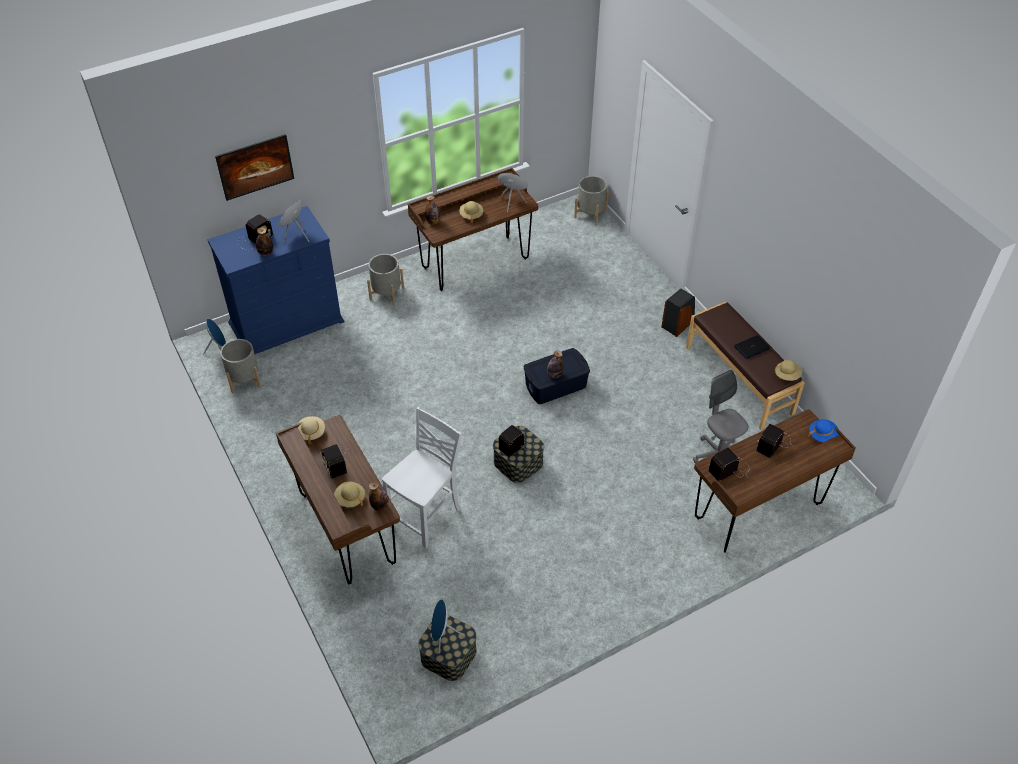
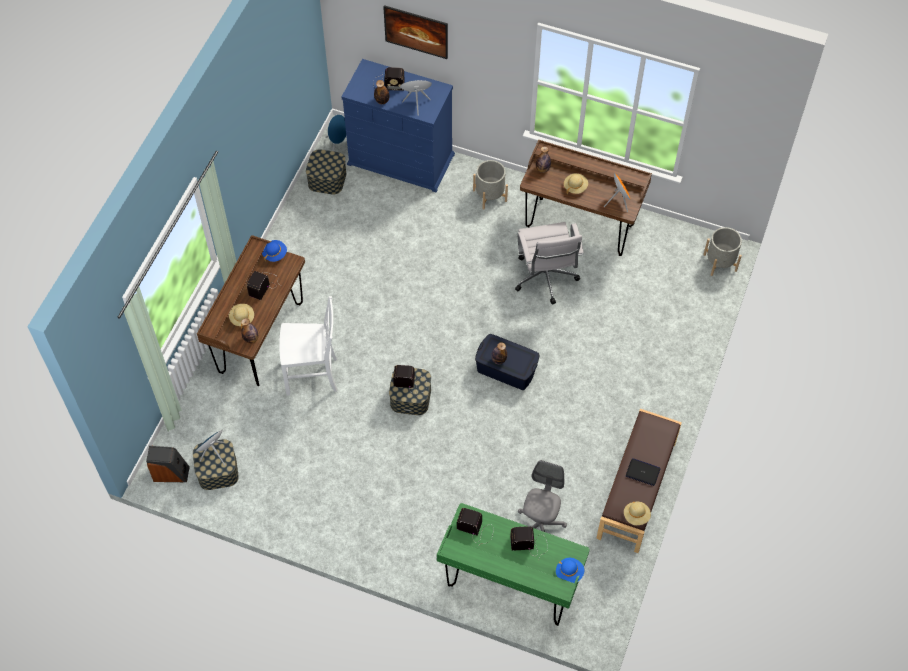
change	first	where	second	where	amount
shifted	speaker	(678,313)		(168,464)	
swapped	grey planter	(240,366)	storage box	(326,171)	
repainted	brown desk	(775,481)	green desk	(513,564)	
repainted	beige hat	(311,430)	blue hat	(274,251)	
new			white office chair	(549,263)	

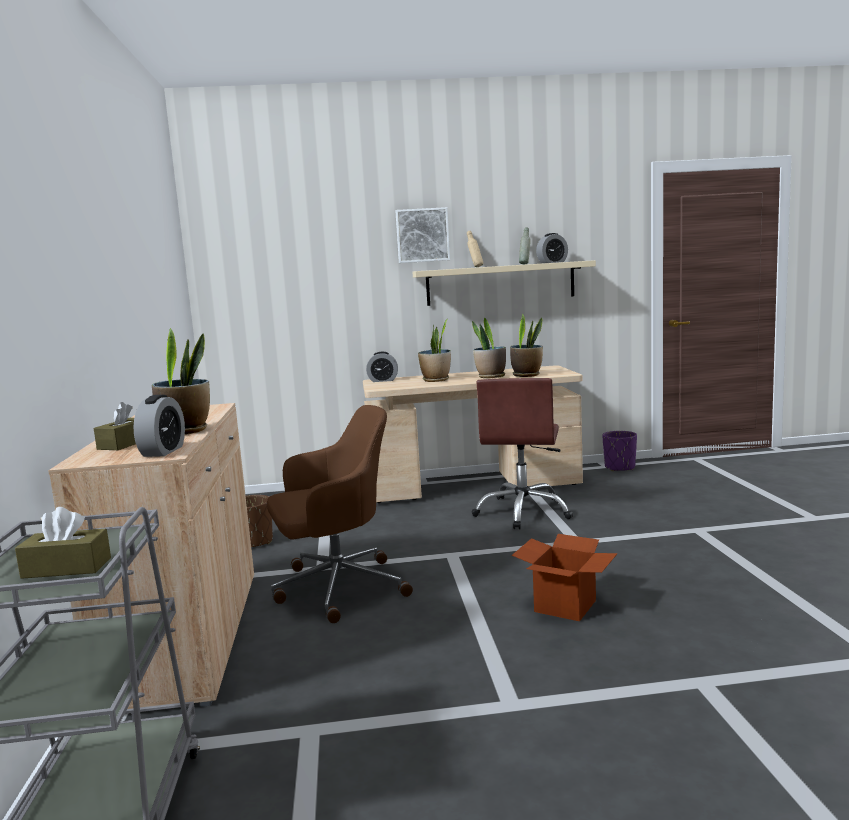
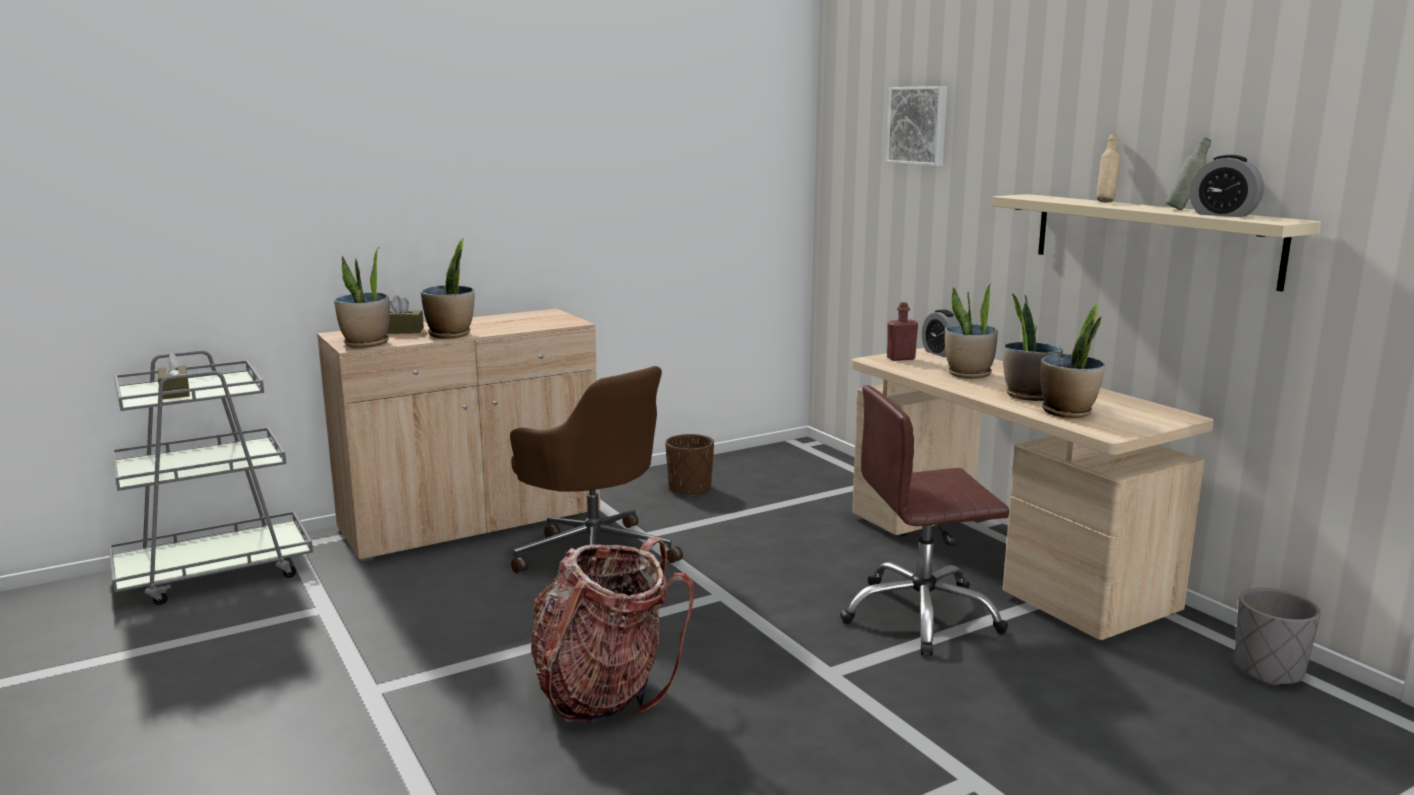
change	first	where	second	where	amount
shifted	picture	(422,235)		(916,126)	
swapped	alarm clock	(159,426)	potted plant	(362,297)	
repainted	purple planter	(619,451)	grey planter	(1277,637)	
swapped	cardboard box	(565,577)	backpack	(612,630)	
new			red bottle	(902,331)	

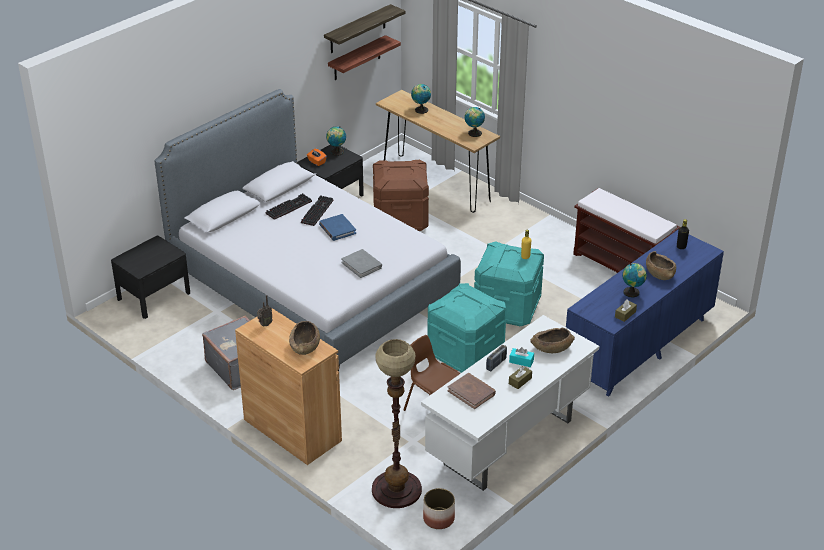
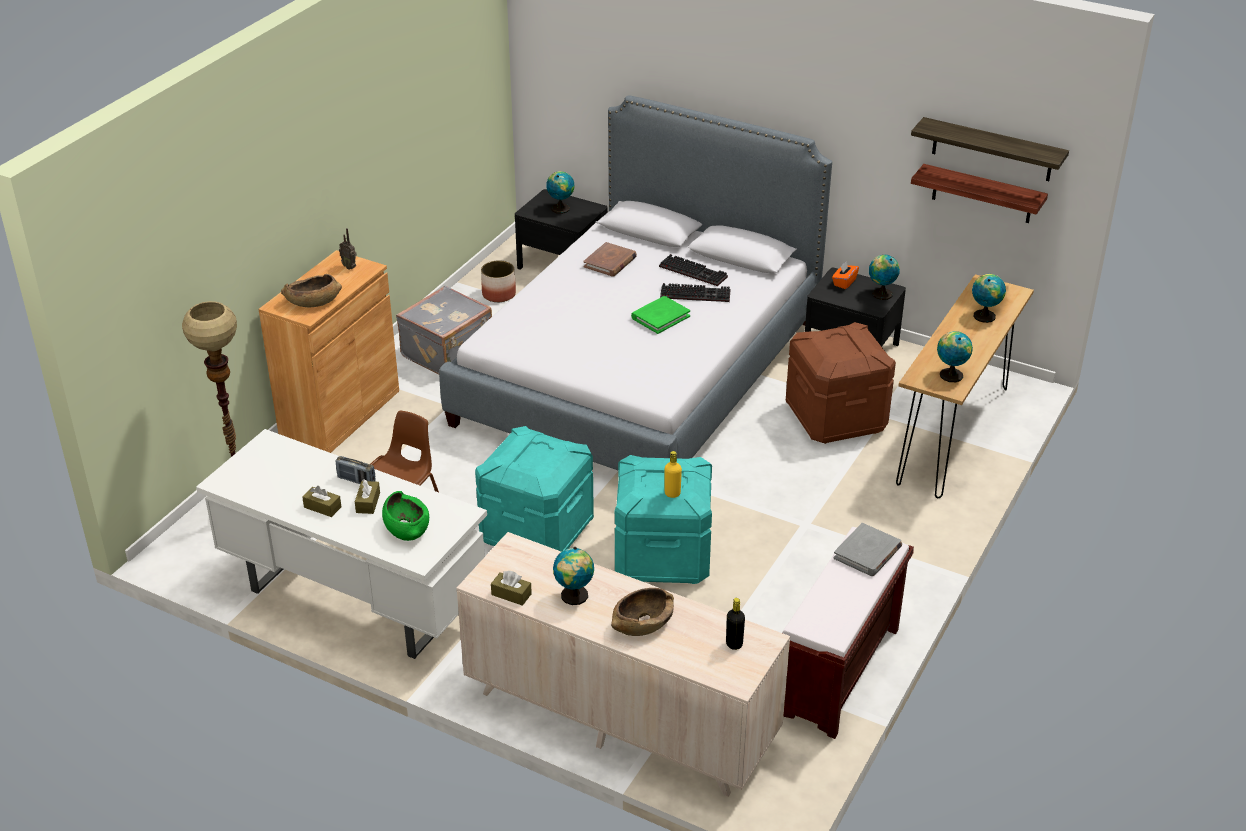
change	first	where	second	where	amount
repainted	blue book	(337,227)	green book	(660,315)	
repainted	blue dresser	(645,313)	beige dresser	(623,664)	
shifted	grey book	(361,263)		(867,549)	
repainted	brown bowl	(552,340)	green bowl	(405,516)	
repainted	turquoise tissue box	(521,357)	brown tissue box	(367,496)	
shifted	brown book	(471,391)		(610,259)	
shifted	planter	(439,508)		(498,281)	
new			globe	(560,192)	

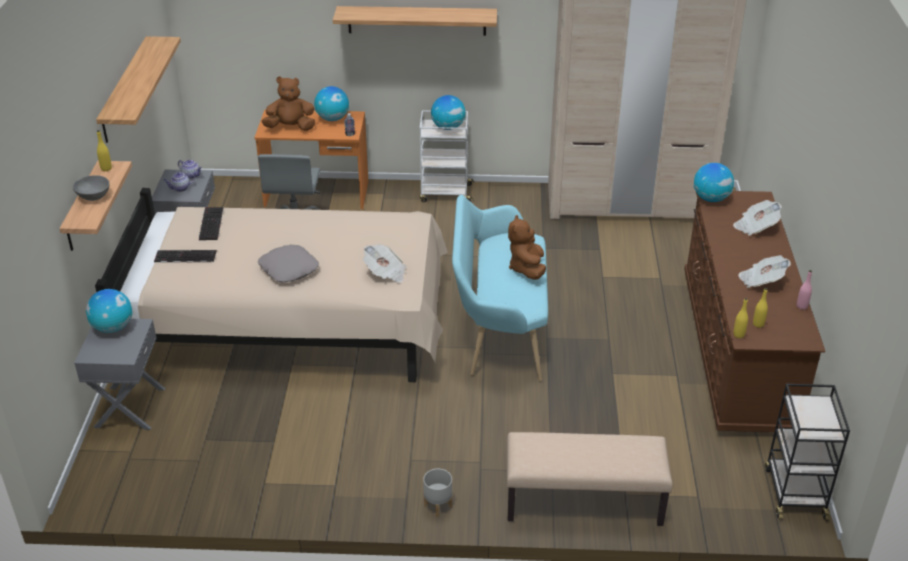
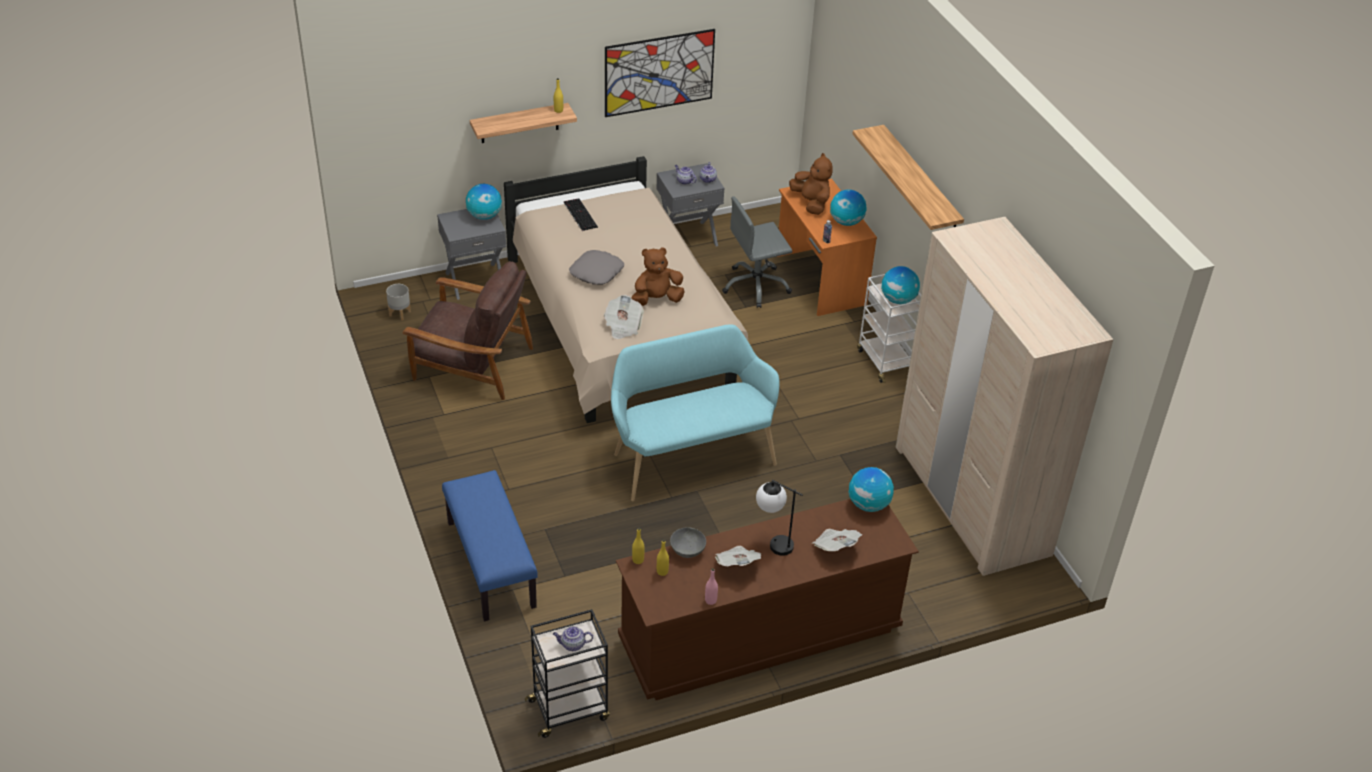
change	first	where	second	where	amount
swapped	shelf	(138,89)	picture	(660,73)	
shifted	grey bowl	(91,188)		(688,542)	
gone	keyboard	(211,224)			
shifted	brown plush toy	(527,247)		(658,276)	
repainted	beige bench	(590,479)	blue bench	(490,545)	
shifted	grey planter	(437,493)		(398,302)	
new			brown armchair	(467,330)	
new			table lamp	(779,518)	
new			teapot	(573,638)	

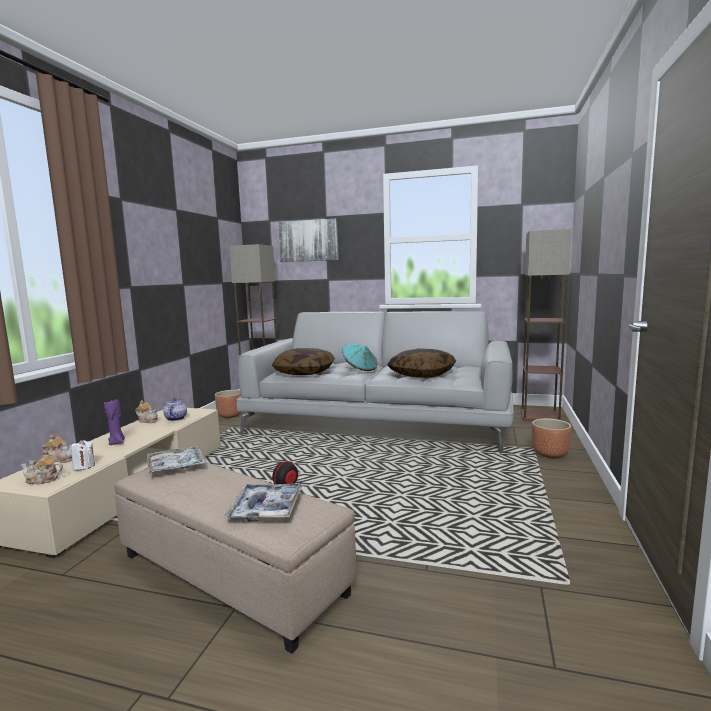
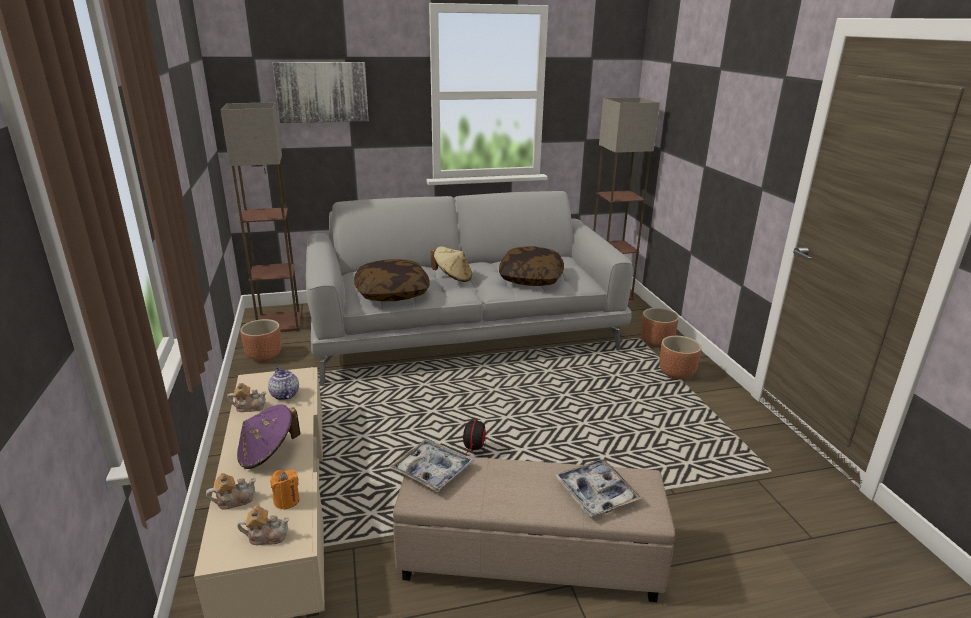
change	first	where	second	where	amount
repainted	turquoise hat	(359,357)	beige hat	(451,264)	
swapped	purple candle	(114,422)	purple hat	(268,436)	
repainted	white candle	(82,455)	orange candle	(284,490)	
rotated	teapot	(42,467)		(263,525)	150 degrees counterclockwise
new			brown planter	(680,357)	

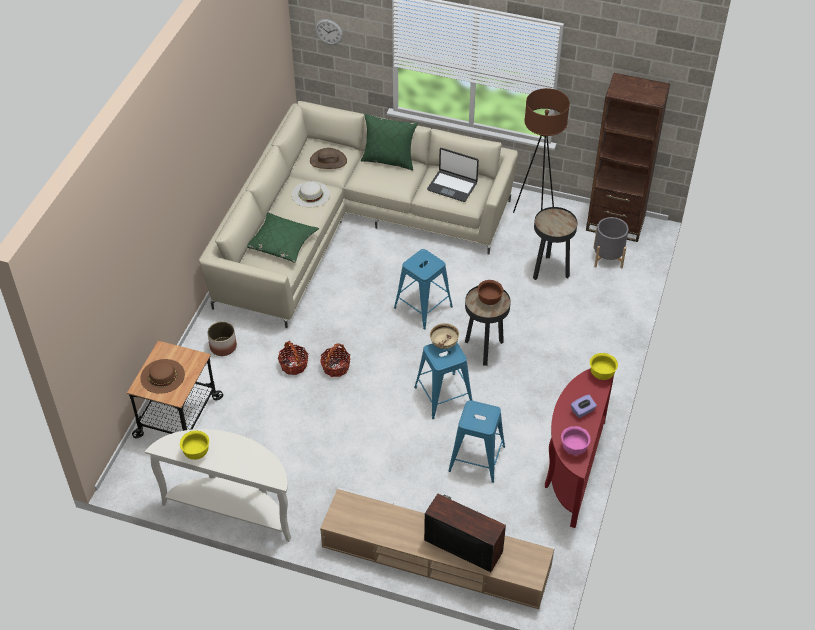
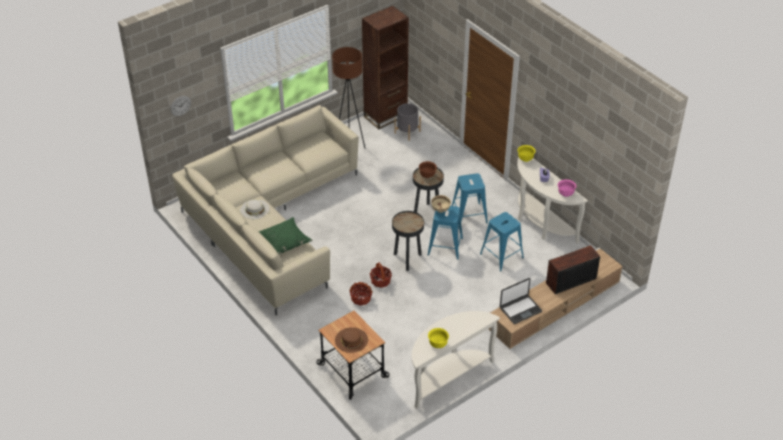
change	first	where	second	where	amount
gone	green pillow	(389,142)			
gone	brown hat	(328,158)			
shifted	laptop	(453,175)		(521,301)	
shifted	black side table	(555,243)		(408,241)	
shifted	blue stool	(423,289)		(470,201)	
gone	planter	(222,339)			
repainted	red console table	(579,448)	white console table	(552,200)	

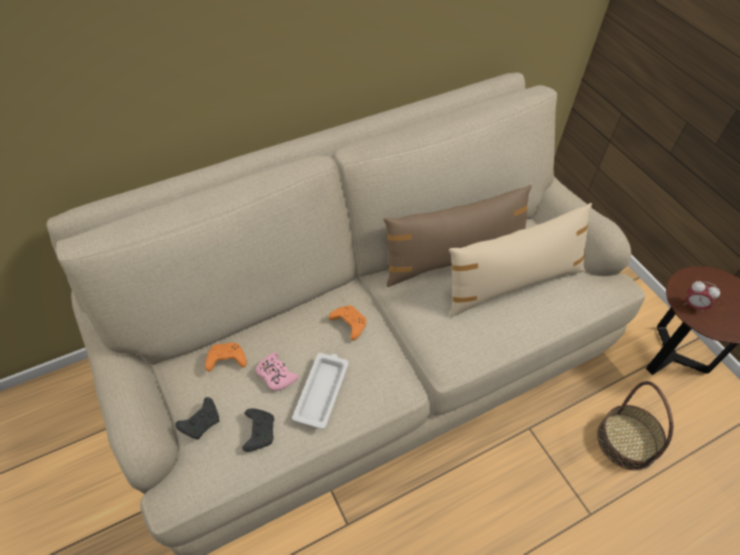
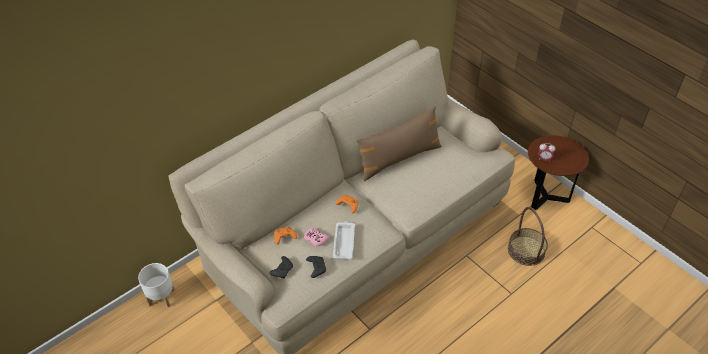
change	first	where	second	where	amount
gone	beige pillow	(520,260)			
new			white planter	(156,285)	

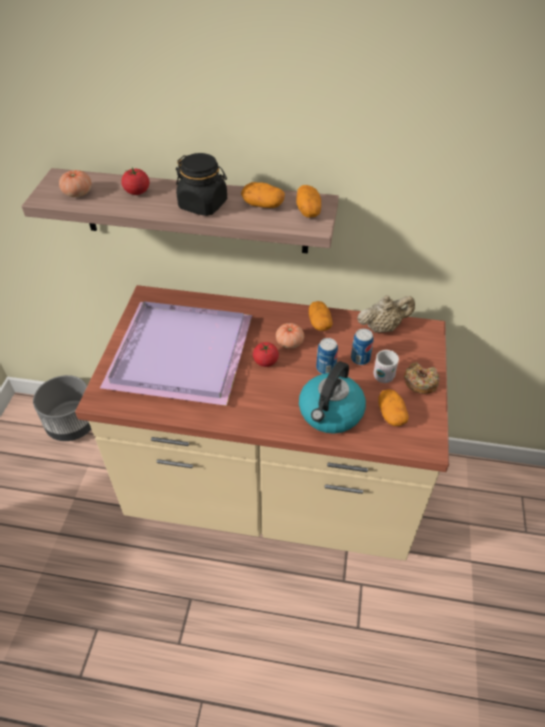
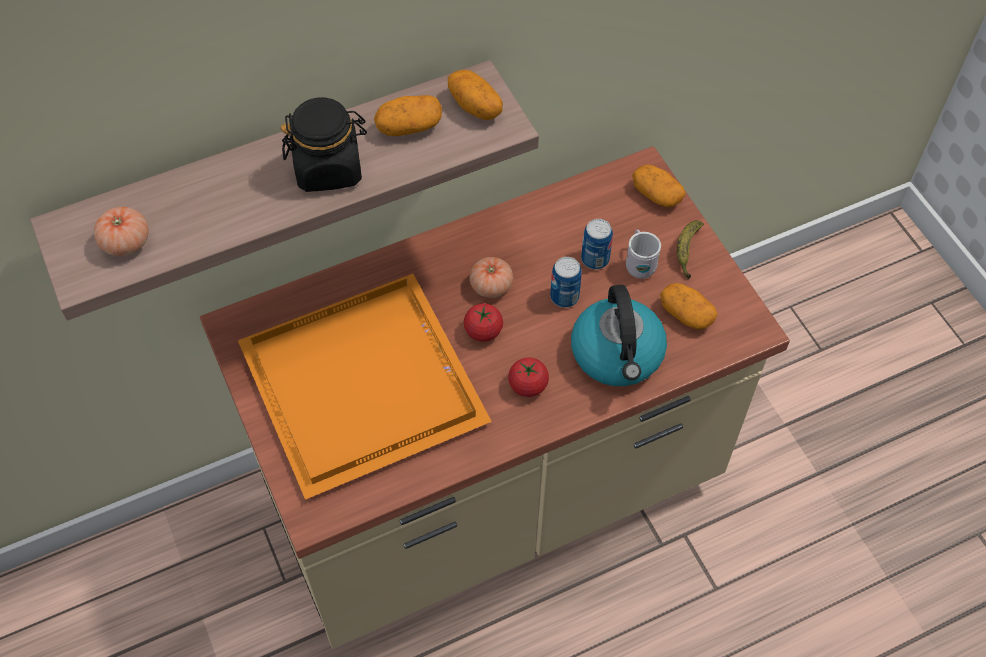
change	first	where	second	where	amount
shifted	tomato	(135,181)		(528,377)	
gone	beige teapot	(386,314)			
repainted	purple tray	(176,353)	orange tray	(365,387)	
shifted	potato	(321,316)		(658,186)	
swapped	donut	(422,378)	banana	(690,249)	
gone	grey planter	(62,408)			

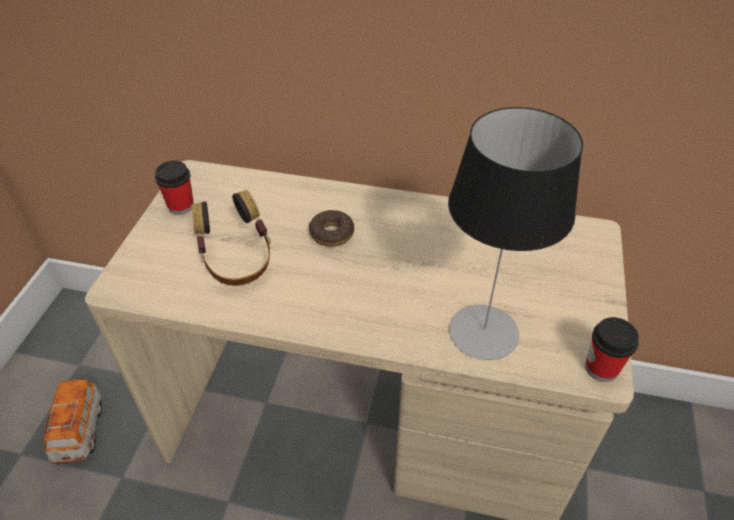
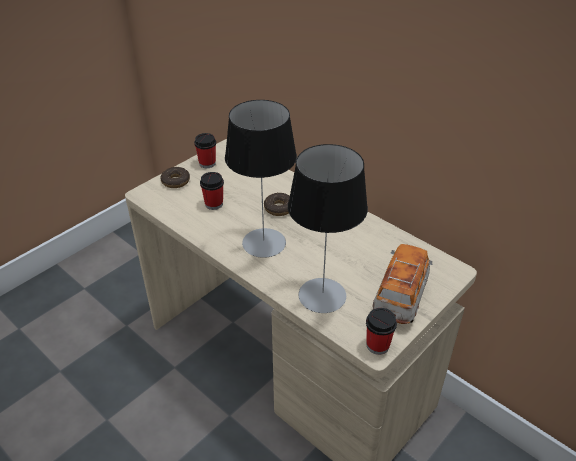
change	first	where	second	where	amount
swapped	headphones	(231,238)	cup	(212,191)	
shifted	toy car	(73,422)		(402,284)	
new			table lamp	(261,179)	
new			donut	(175,177)	

